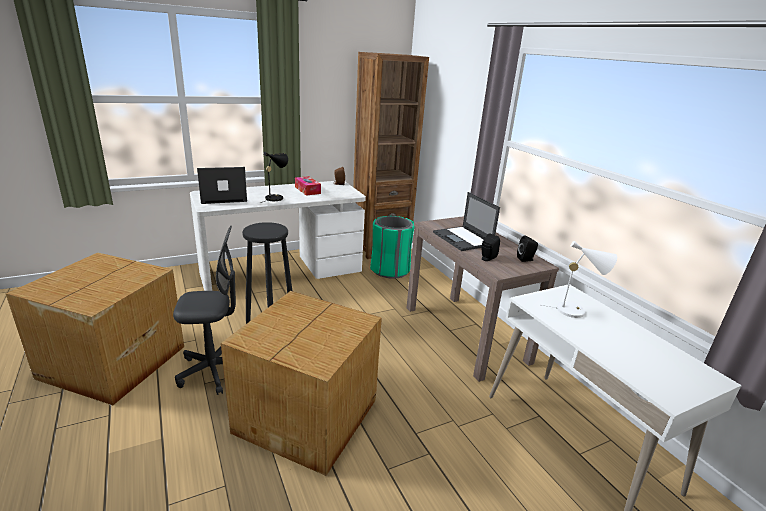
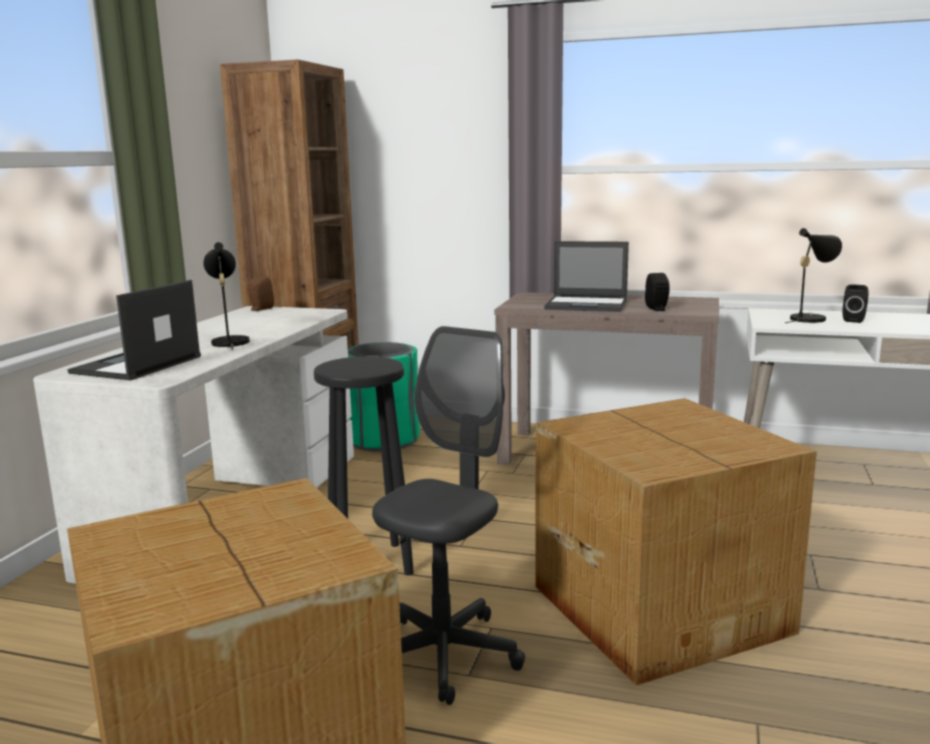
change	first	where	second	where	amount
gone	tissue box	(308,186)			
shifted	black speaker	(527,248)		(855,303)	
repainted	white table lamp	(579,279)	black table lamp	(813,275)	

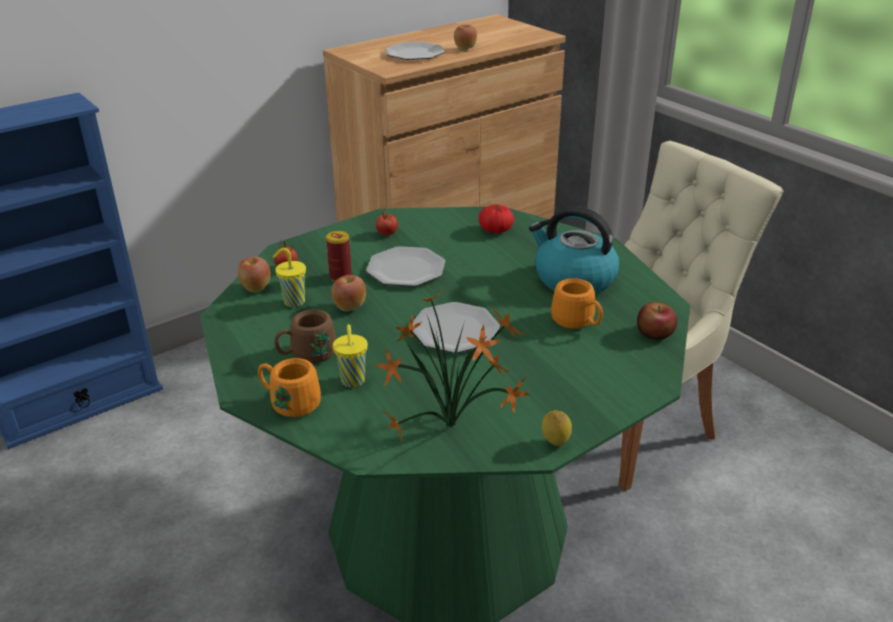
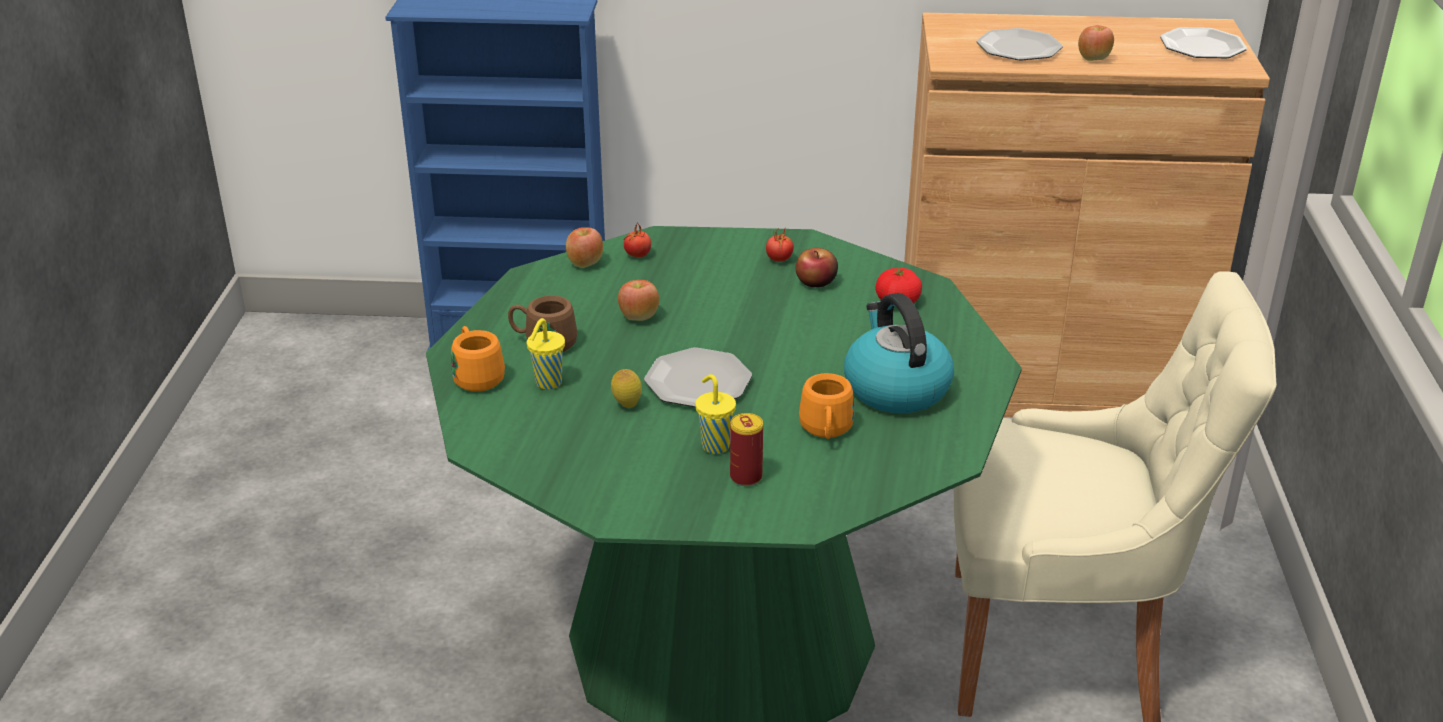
change	first	where	second	where	amount
shifted	can	(339,256)		(746,449)	
shifted	plate	(405,266)		(1203,42)	
shifted	yellow cup	(289,277)		(715,414)	
gone	potted plant	(452,366)			
shifted	apple	(657,321)		(817,267)	
shifted	lemon	(557,428)		(626,388)	

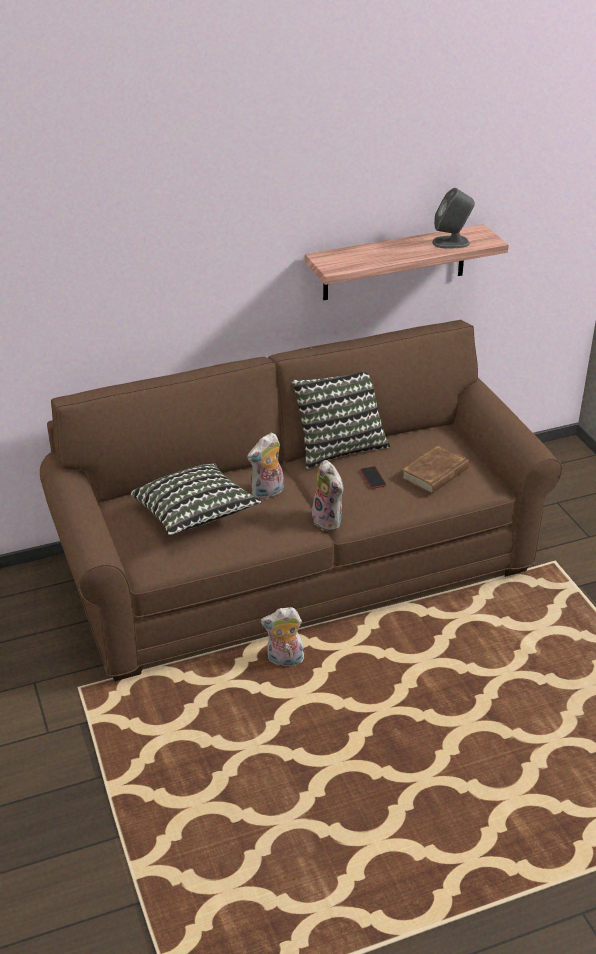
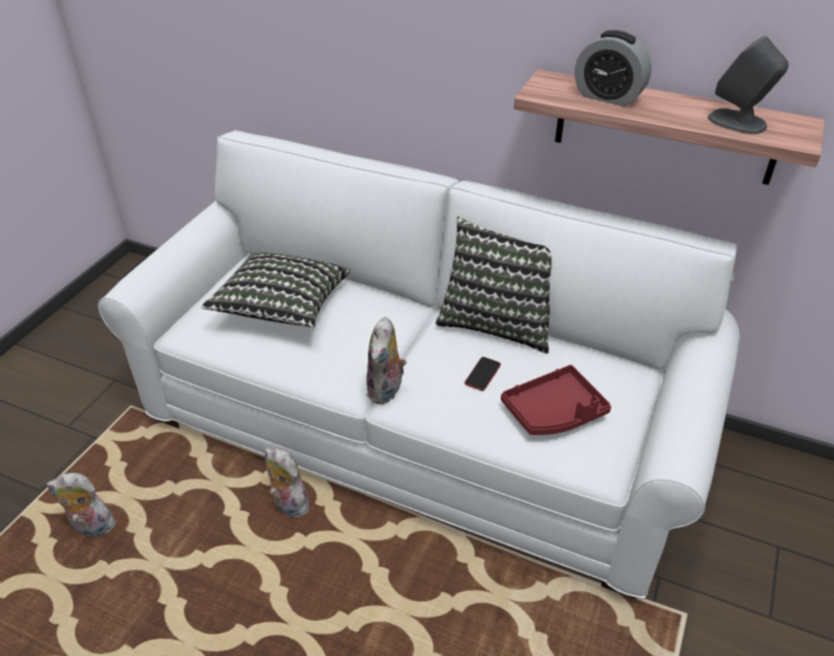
change	first	where	second	where	amount
repainted	brown sofa	(301,500)	white sofa	(419,364)	
shifted	plush toy	(265,466)		(81,505)	
swapped	brown book	(435,469)	red tray	(556,400)	
new			alarm clock	(613,68)	

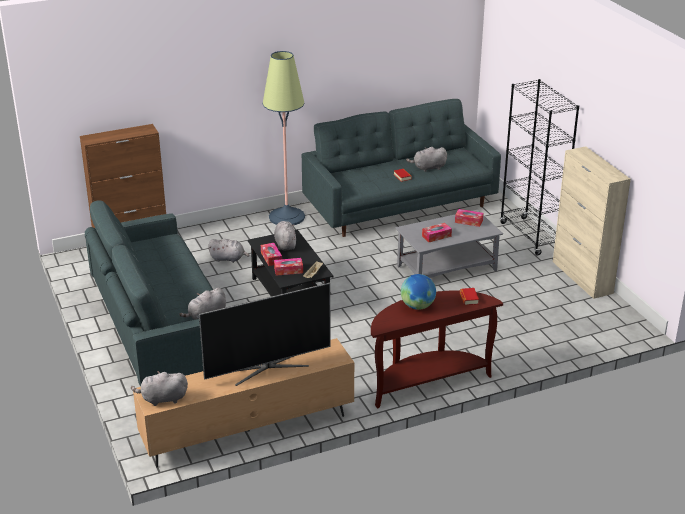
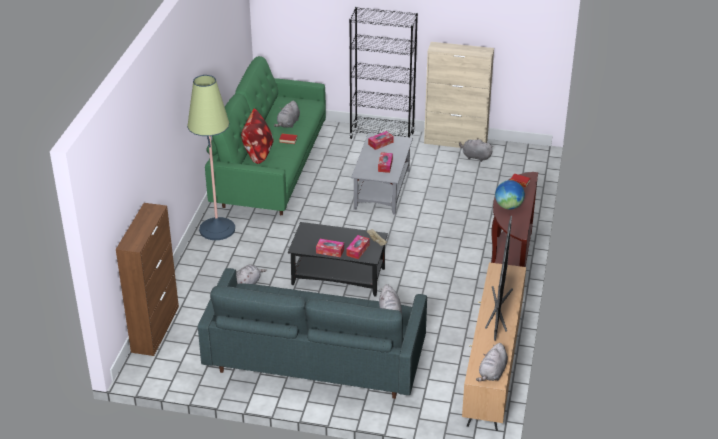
change	first	where	second	where	amount
repainted	grey sofa	(401,168)	green sofa	(265,135)	
shifted	grey plush toy	(285,235)		(476,150)	
new			pillow	(257,136)	

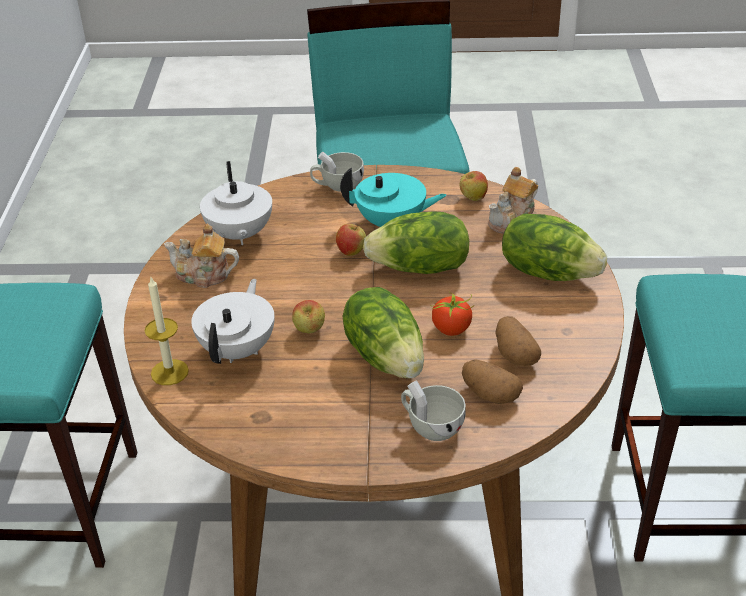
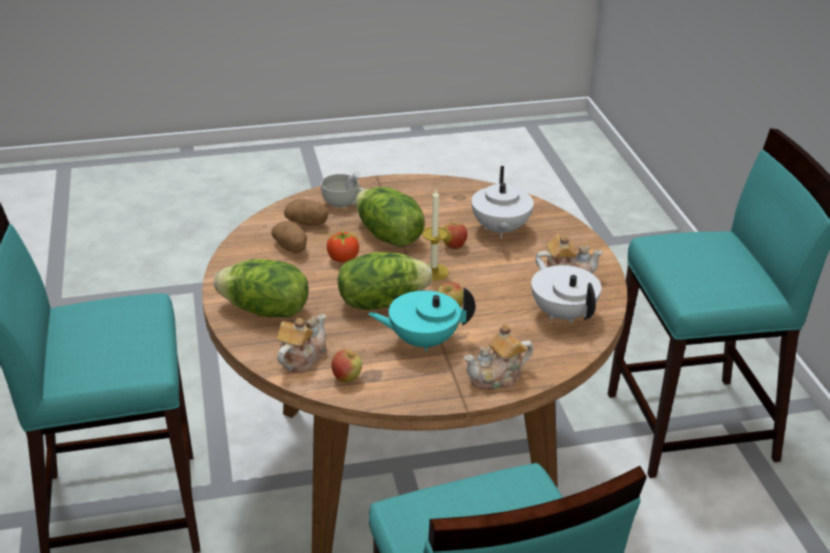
change	first	where	second	where	amount
swapped	white cup	(337,172)	teapot	(498,356)	
shifted	candle	(166,331)		(435,235)	

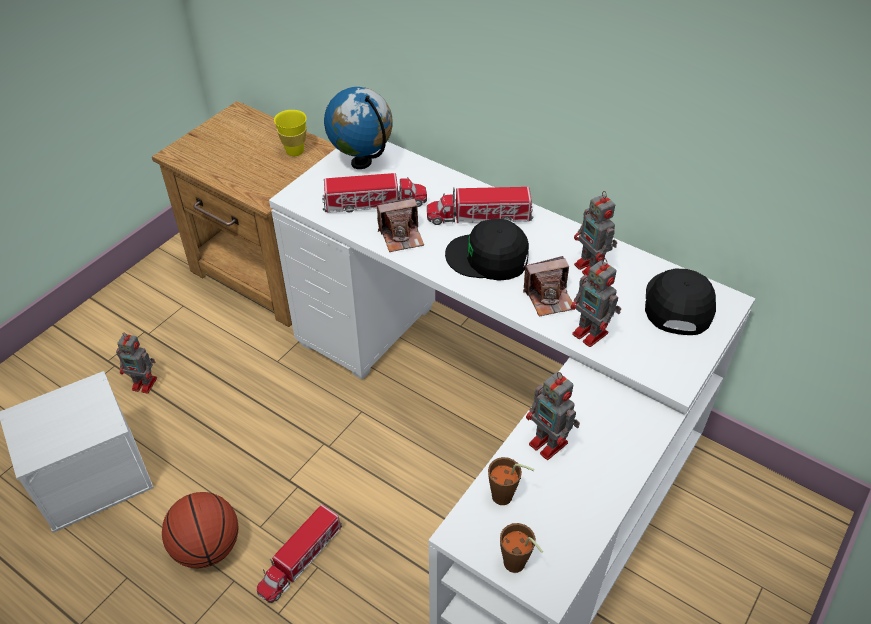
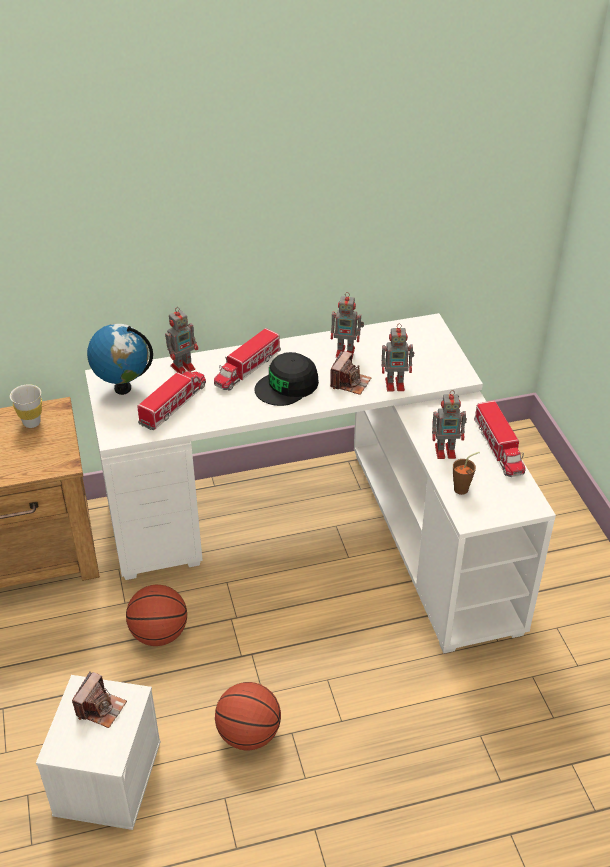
change	first	where	second	where	amount
repainted	yellow cup	(290,133)	white cup	(26,406)	
shifted	photo camera	(400,224)		(99,700)	
gone	black cap	(680,302)			
shifted	toy robot	(136,363)		(181,340)	
shifted	toy truck	(299,553)		(500,439)	
gone	brown cup	(521,548)			
new			basketball	(156,615)	

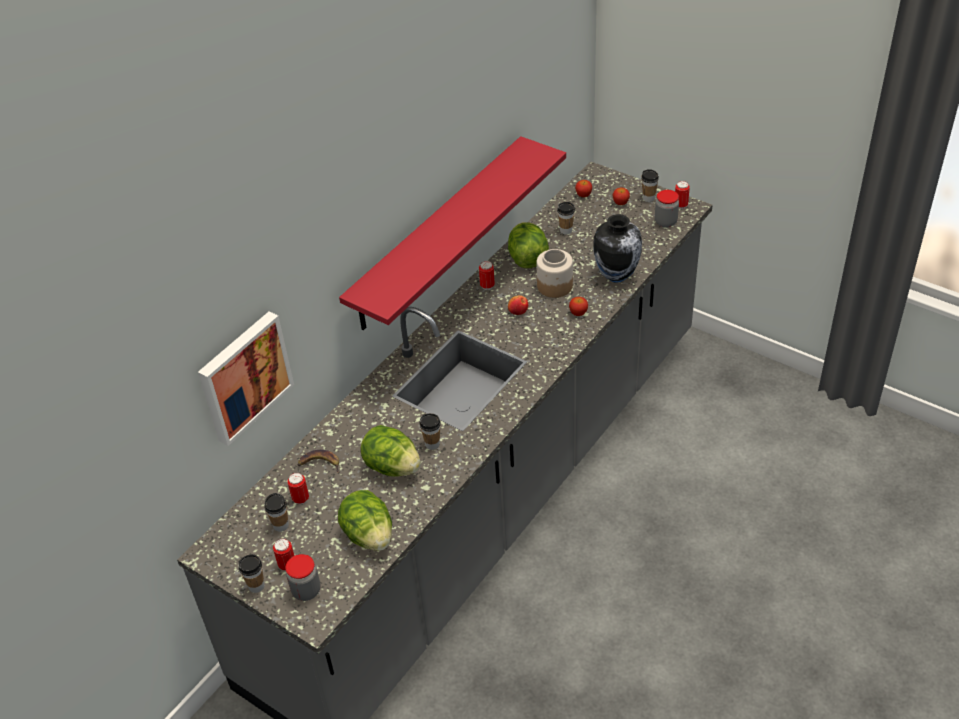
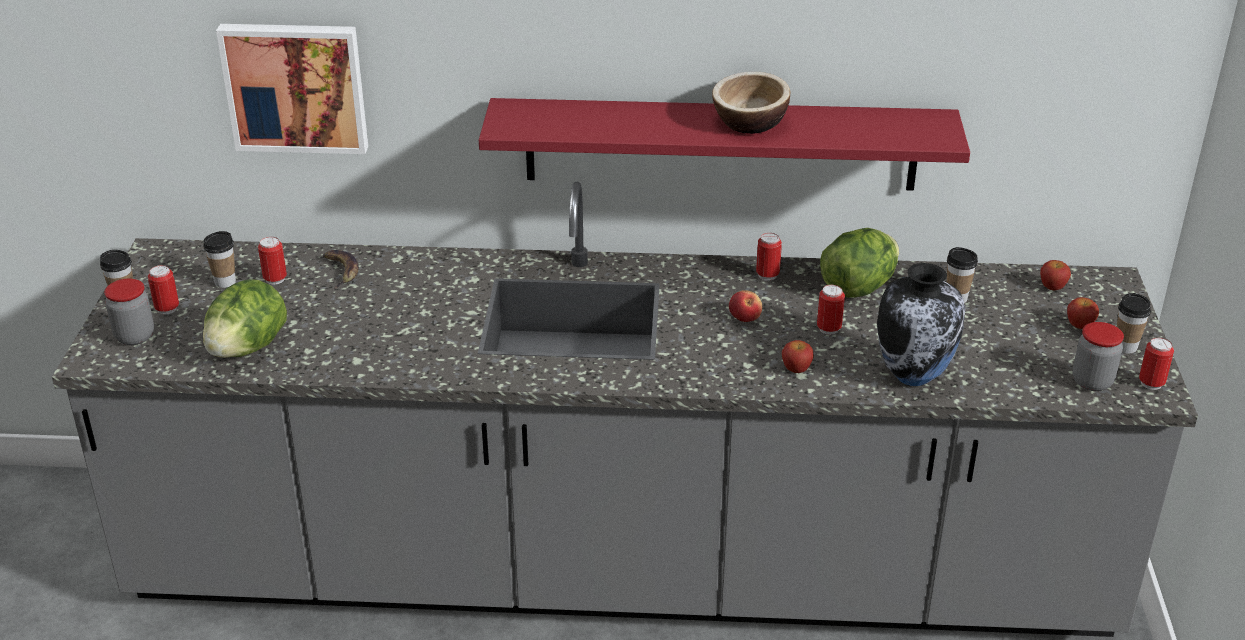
change	first	where	second	where	amount
swapped	jar	(554,273)	can	(831,310)	
gone	cup	(430,431)			
gone	lettuce	(391,451)			
new			bowl	(751,103)	

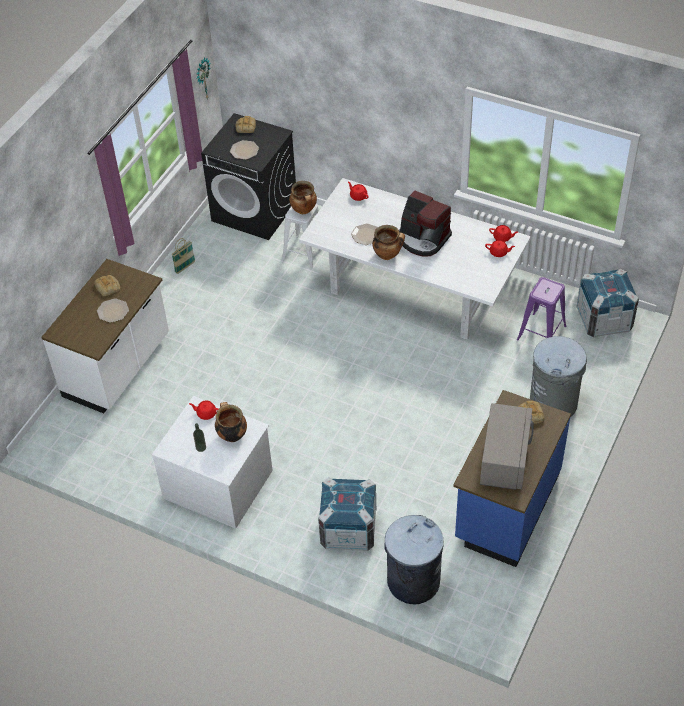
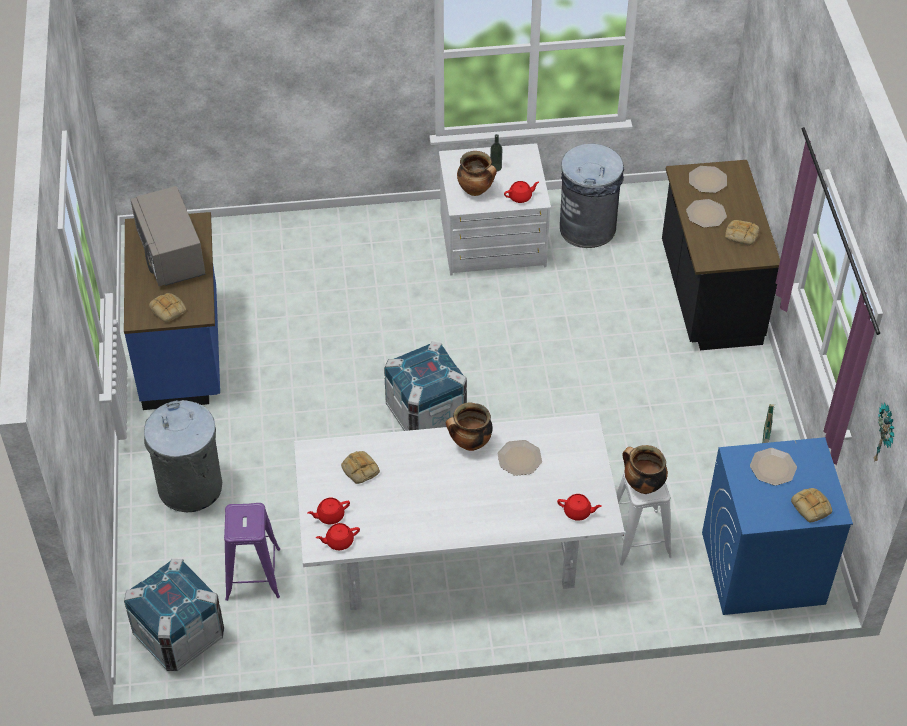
change	first	where	second	where	amount
repainted	black washing machine	(248,176)	blue washing machine	(777,526)	
gone	coffee machine	(425,223)			
repainted	white counter	(105,336)	black counter	(721,255)	
shifted	crate	(347,514)		(425,386)	
shifted	grey trash can	(414,559)		(592,195)	
new			plate	(708,179)	
new			bread	(360,467)	

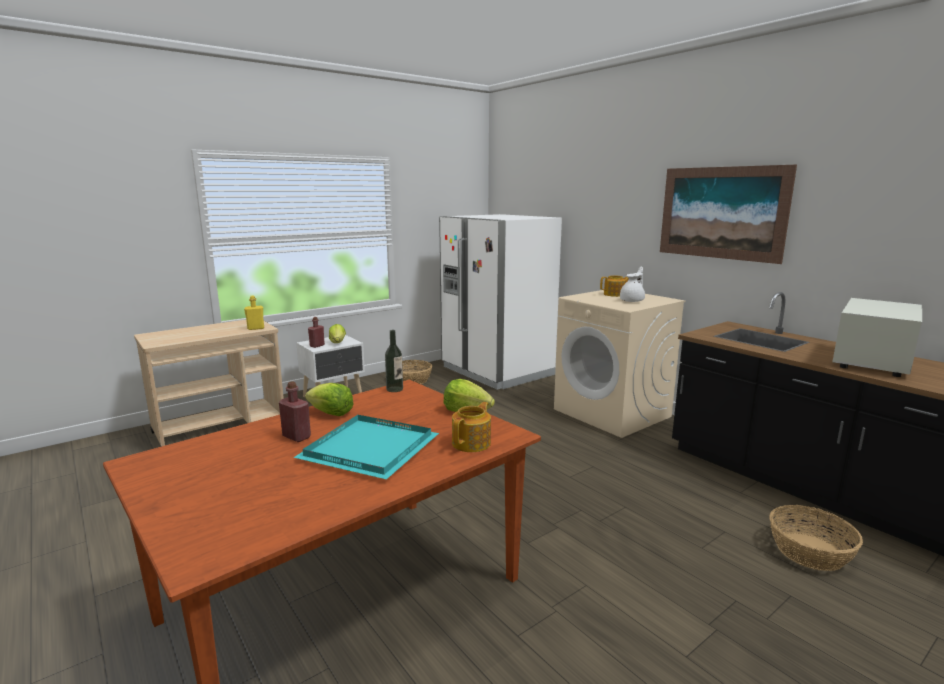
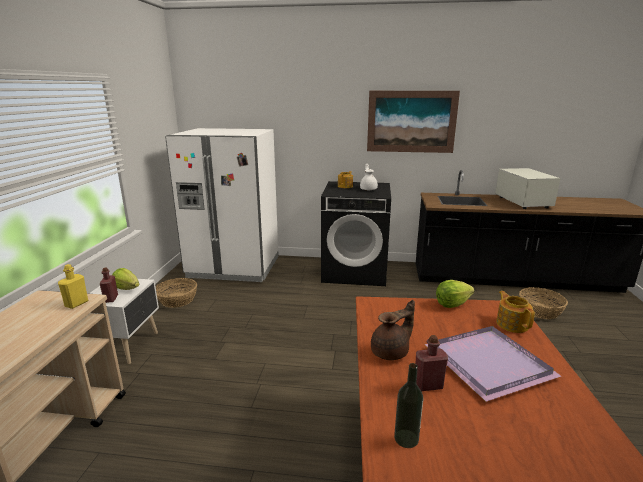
change	first	where	second	where	amount
repainted	beige washing machine	(620,364)	black washing machine	(356,233)	
shifted	bottle	(394,361)		(408,405)	
swapped	lettuce	(329,399)	brown teapot	(393,330)	
repainted	turquoise tray	(366,447)	purple tray	(492,364)	

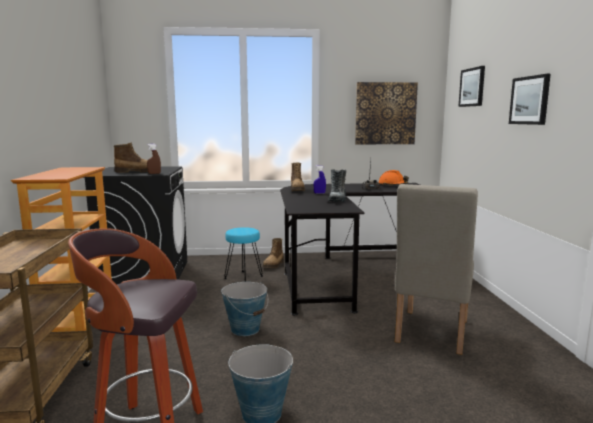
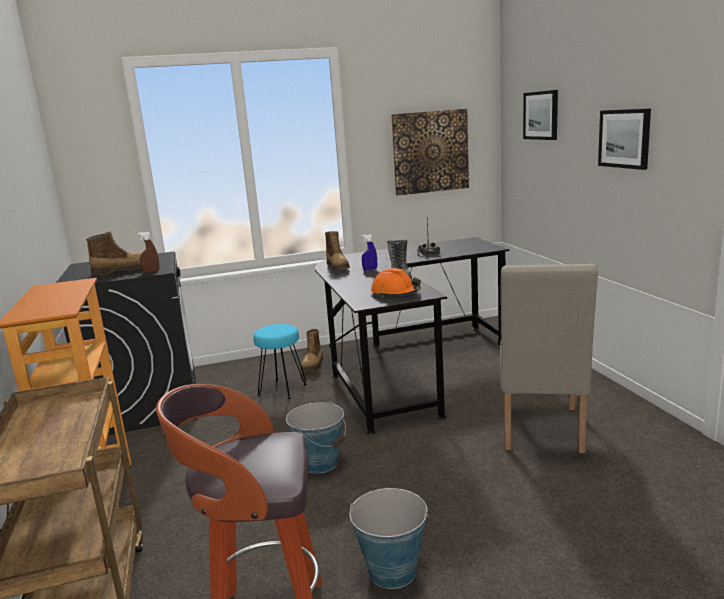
change	first	where	second	where	amount
shifted	orange hard hat	(393,177)		(396,282)	

